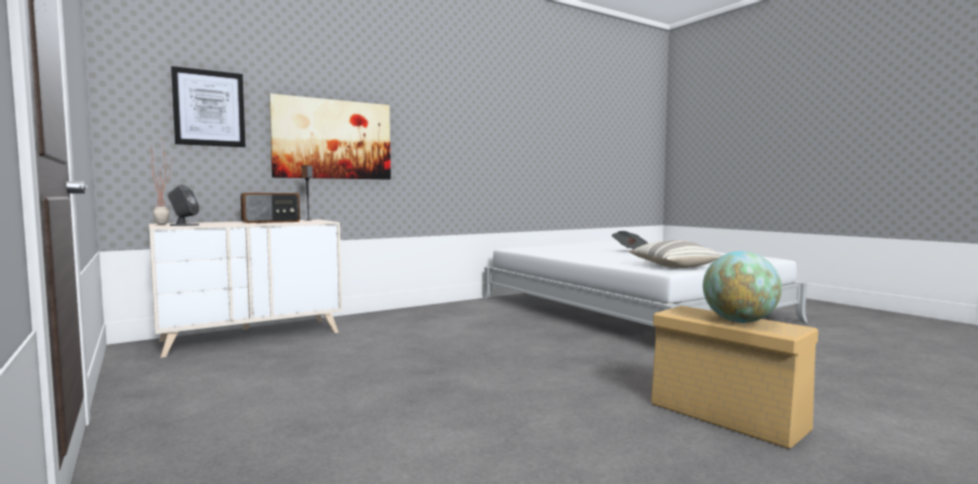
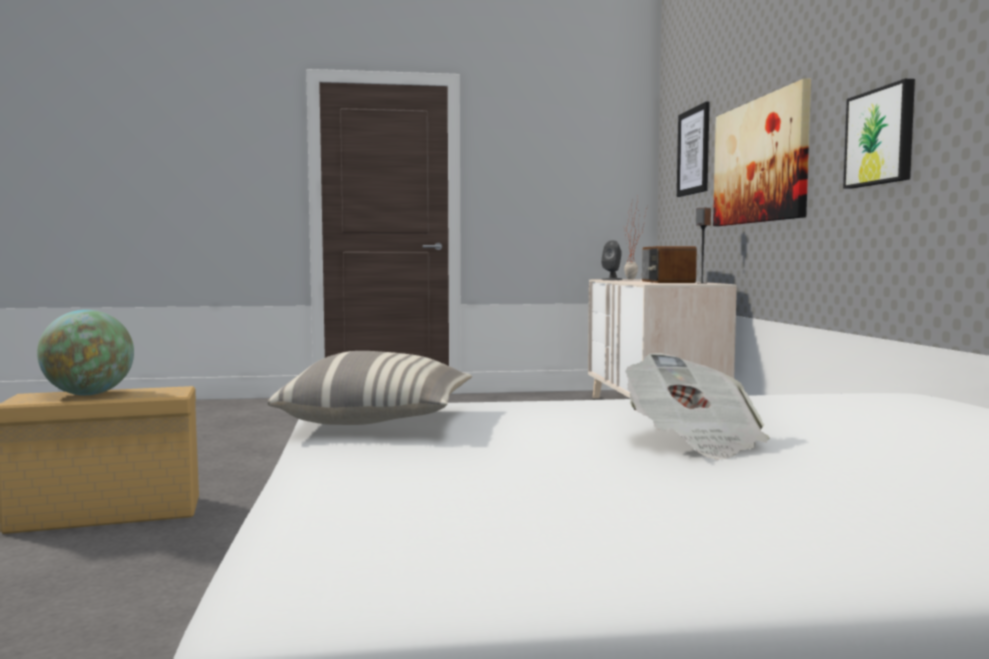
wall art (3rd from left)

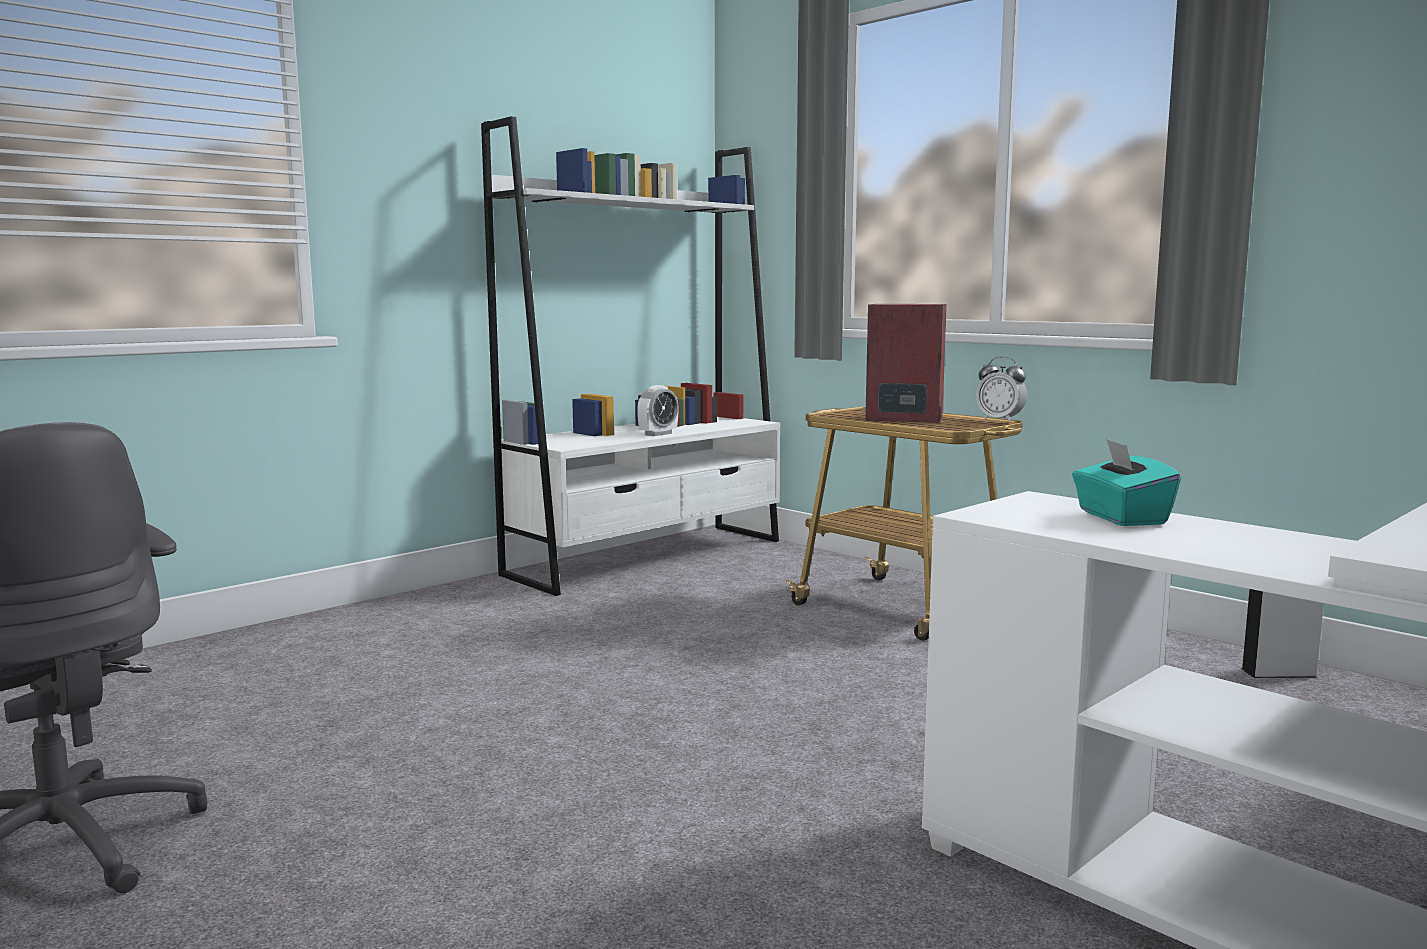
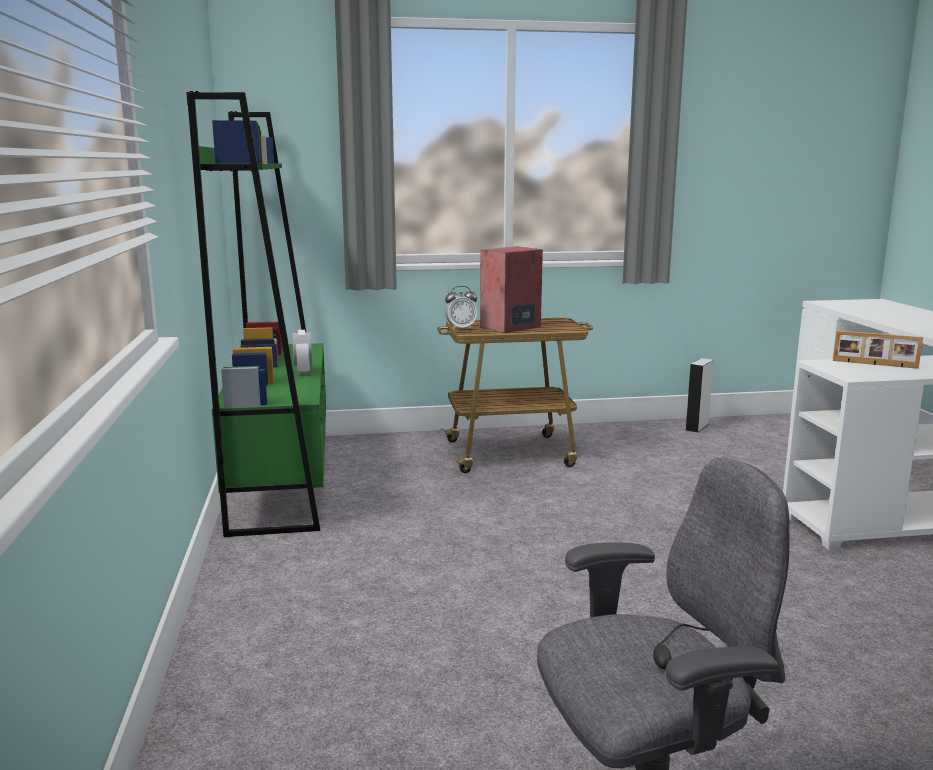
bedside clock (2nd from left)
picture frame
bookcase (greenish)

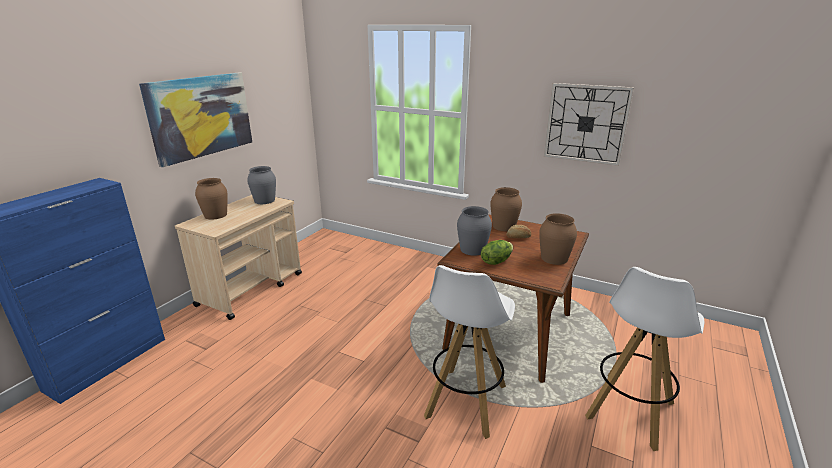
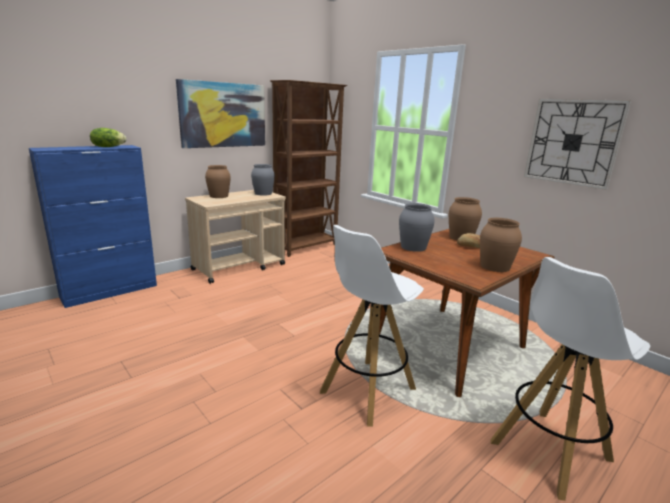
bookcase (brownish)
head of lettuce

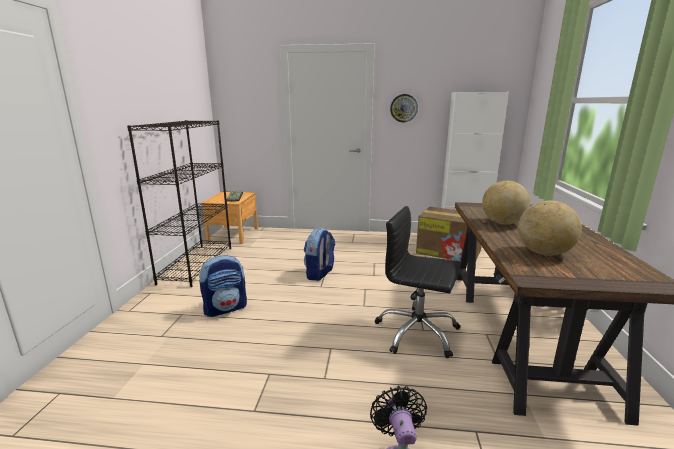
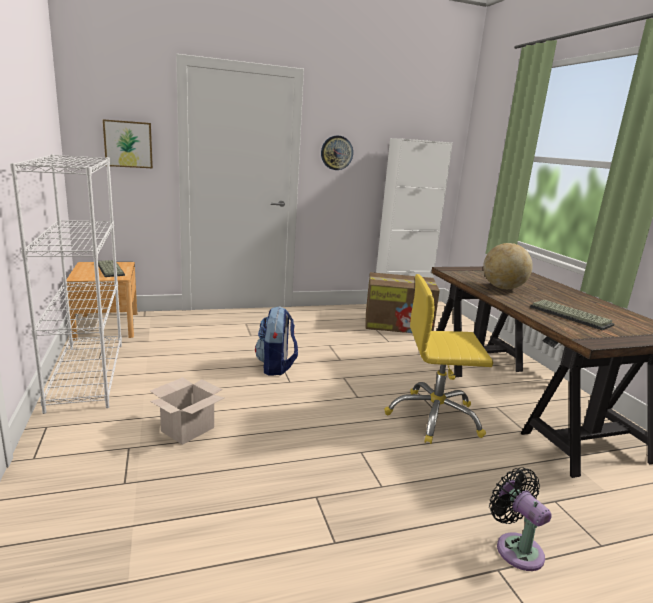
wall art
packing box (1st from left)
PC keyboard (2nd from left)
bookcase (white)
office chair (yellowish)

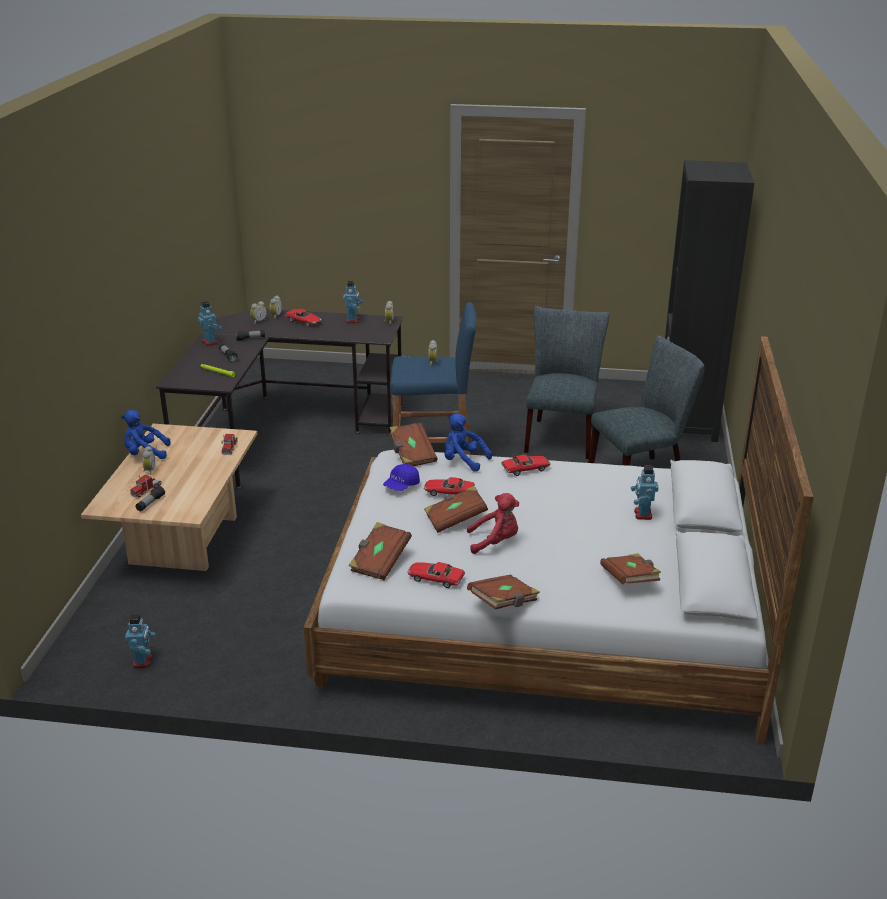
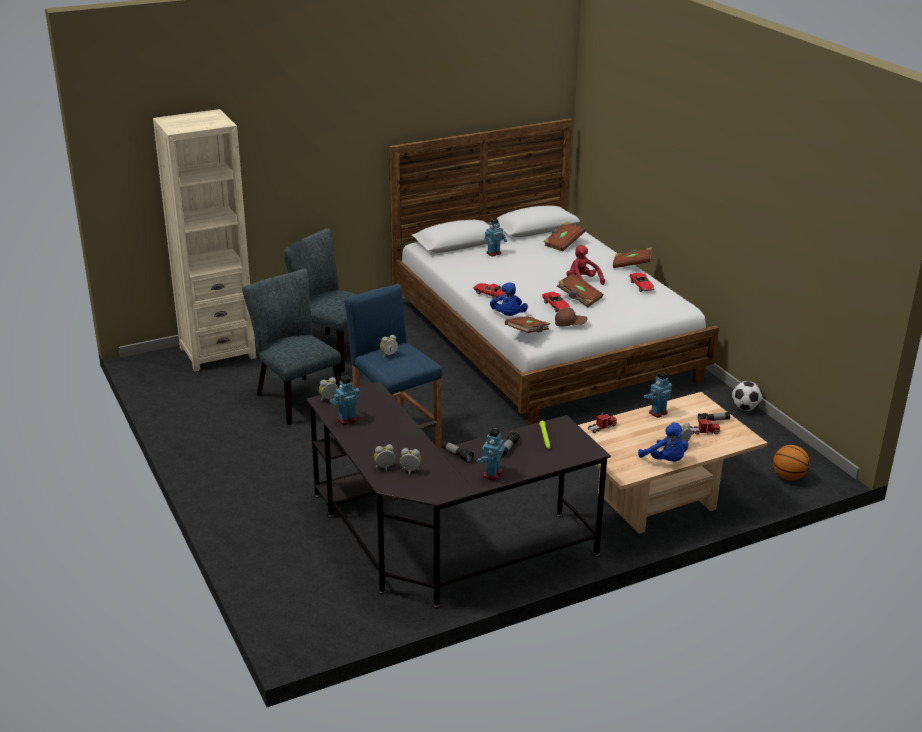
model car (1st from left in the first image)
volume (brownish) (1st from left in the first image)
football ball
ball for basketball
toy robot (4th from left)
cap (brownish)
bookcase (sand-coloured)
plain chair (grey) (1st from left)

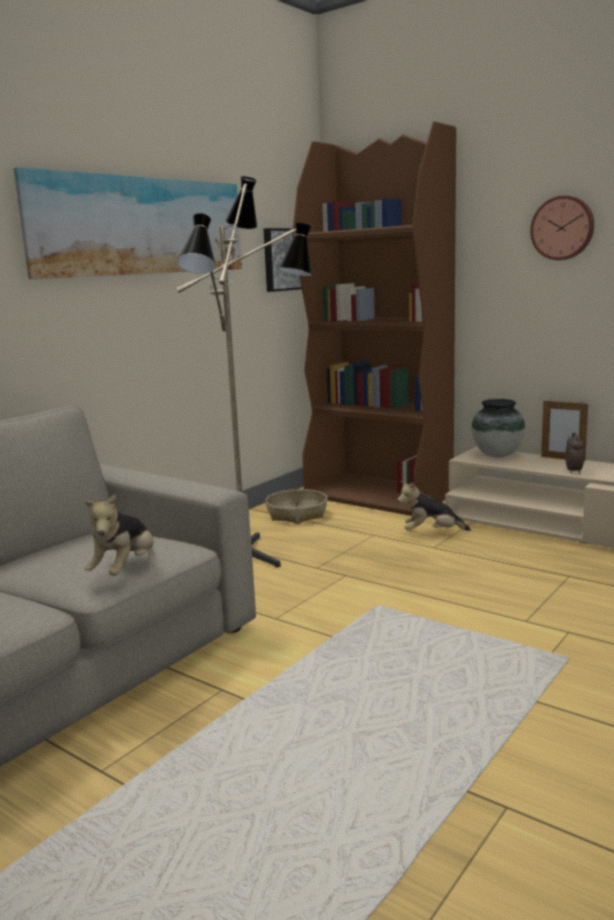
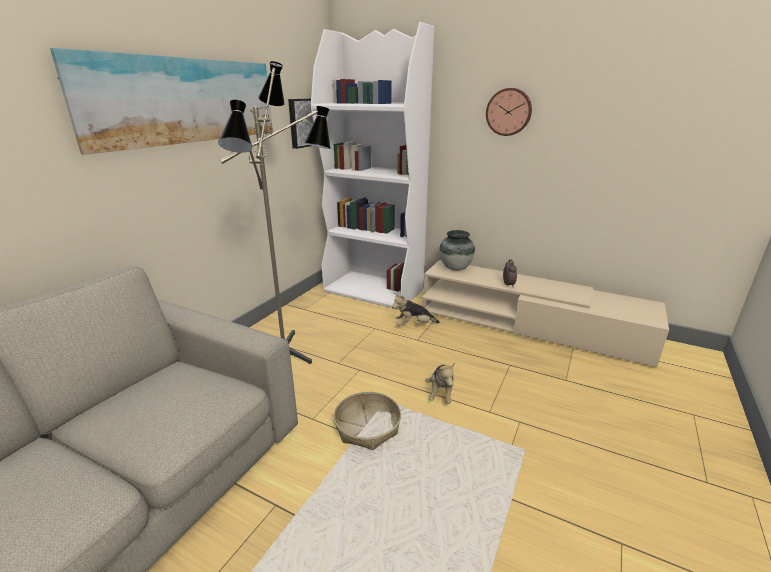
picture frame
cuddly toy (2nd from left)
storage basket
bookcase (white)

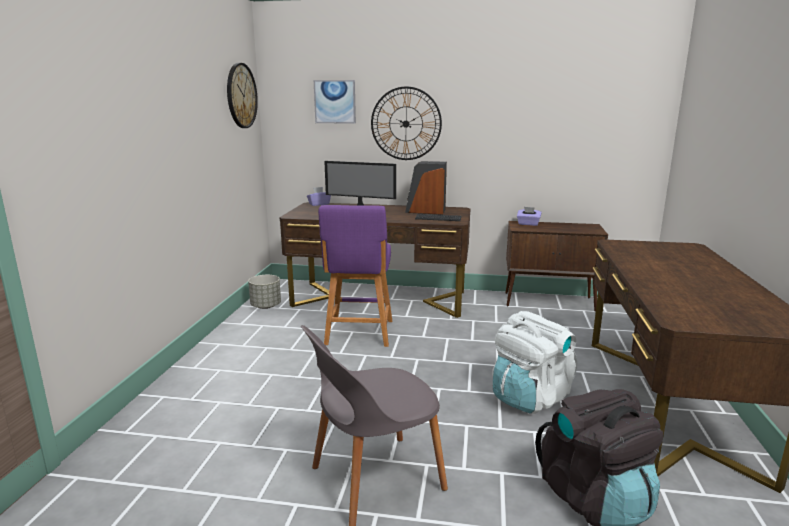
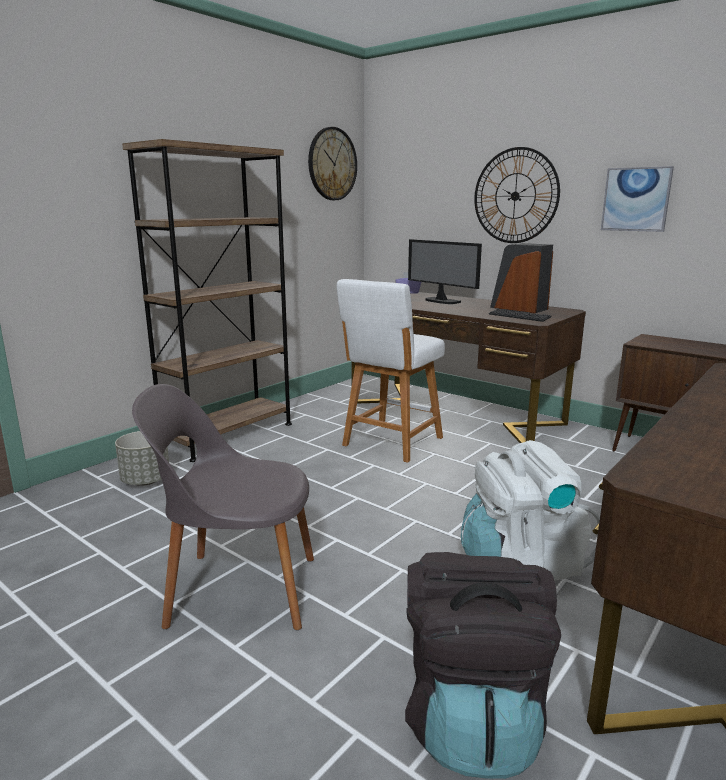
tissue box (purple-coloured) (2nd from left in the first image)
bookcase (brownish)
plant pot (grey)
wall art
stool seat (white)

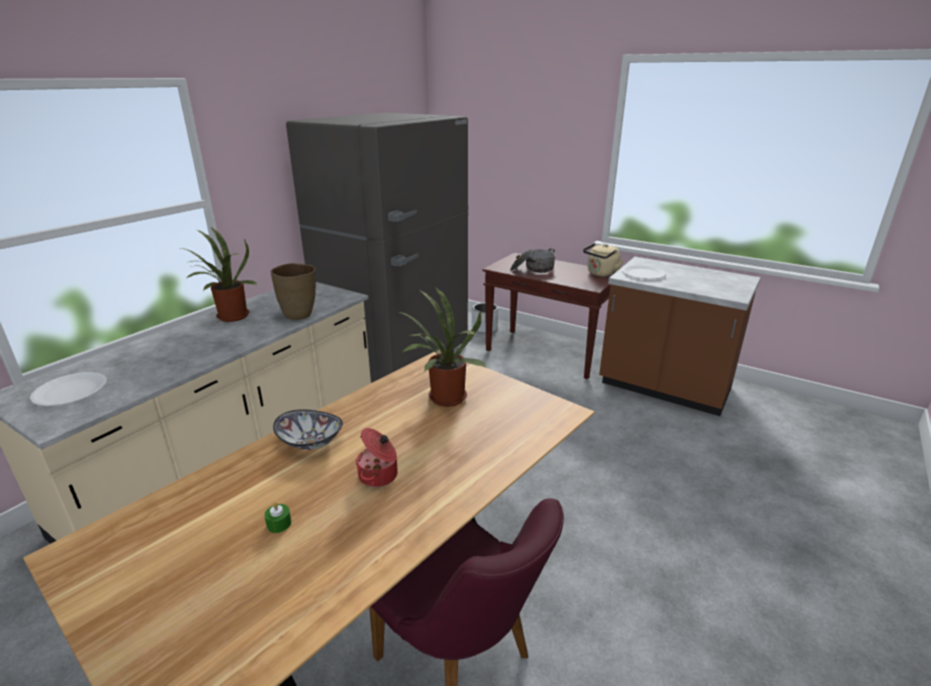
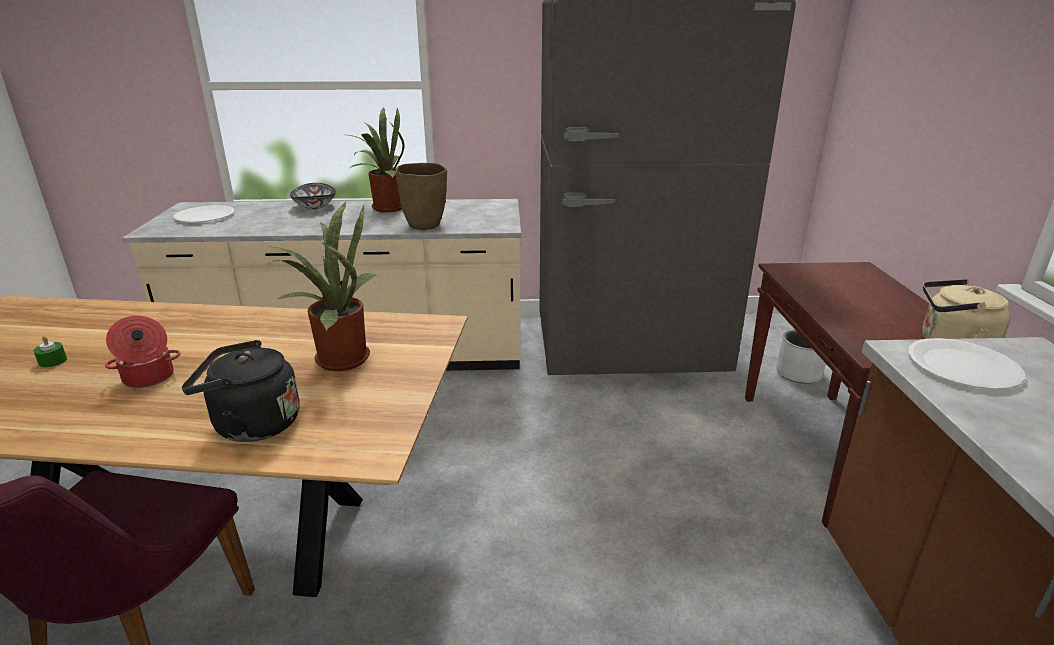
saucepot (2nd from left in the first image)
water kettle (blackish)
serving bowl

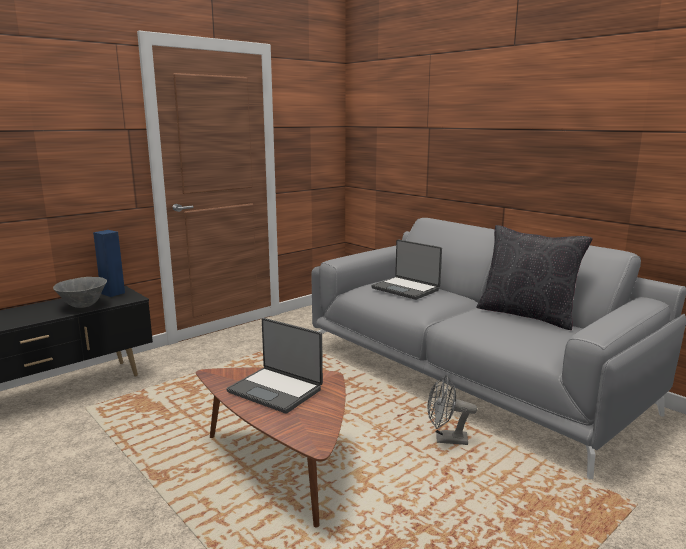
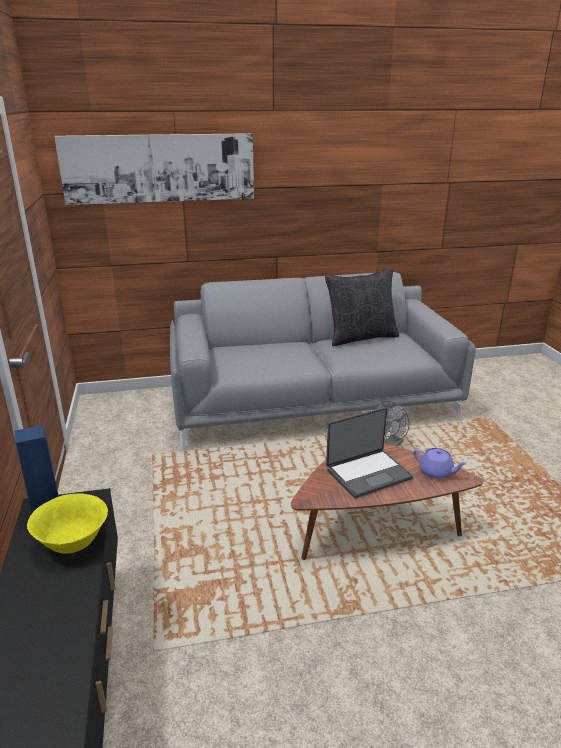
portable computer (2nd from left in the first image)
wall art
tea pot (purple-coloured)
serving bowl (yellowish)

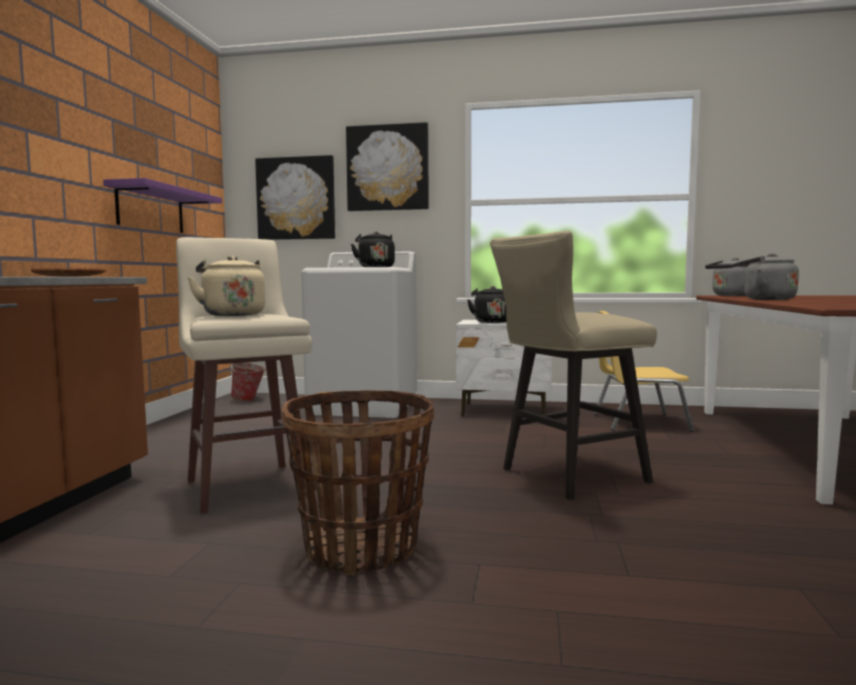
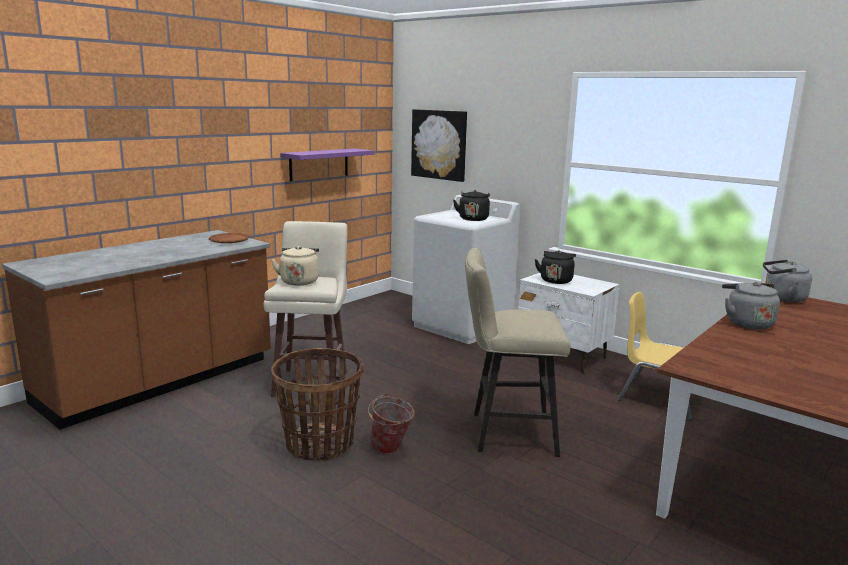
wall art (2nd from left in the first image)
bucket

